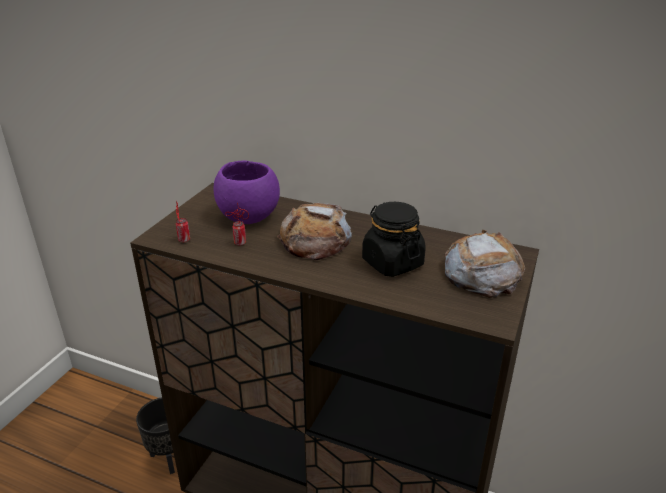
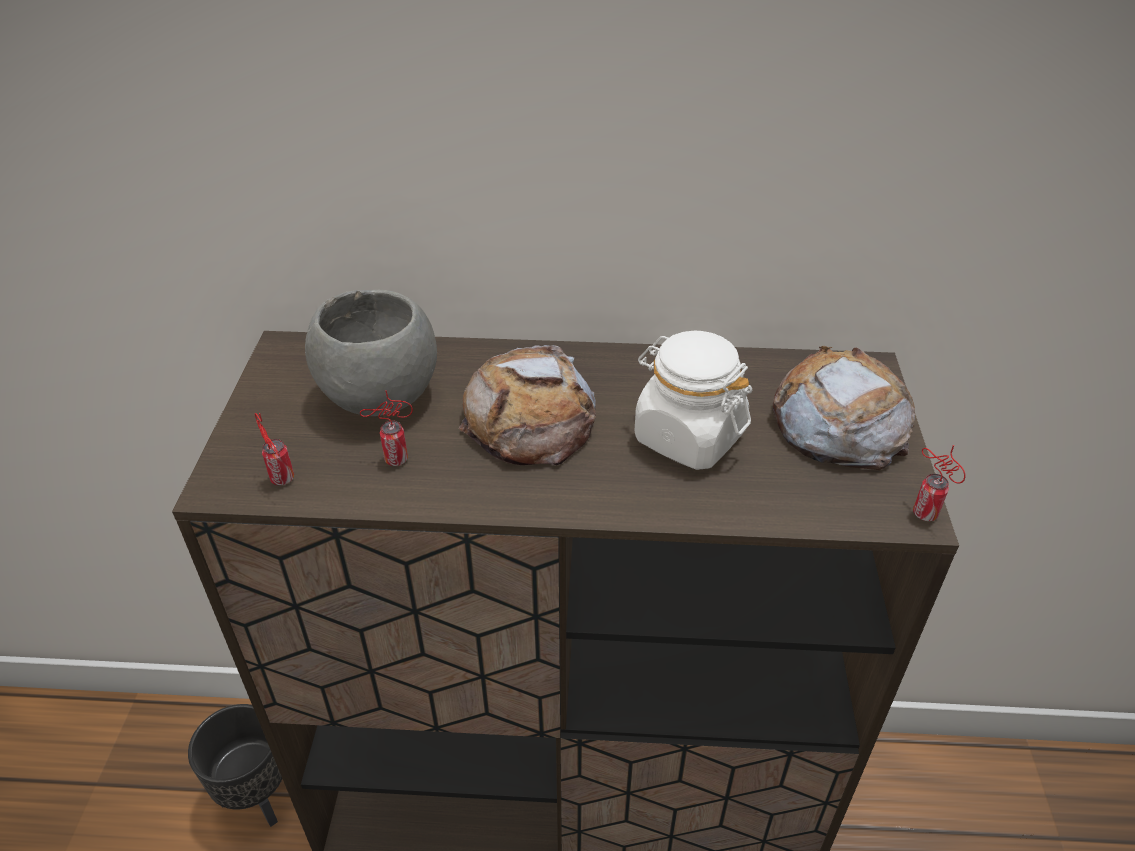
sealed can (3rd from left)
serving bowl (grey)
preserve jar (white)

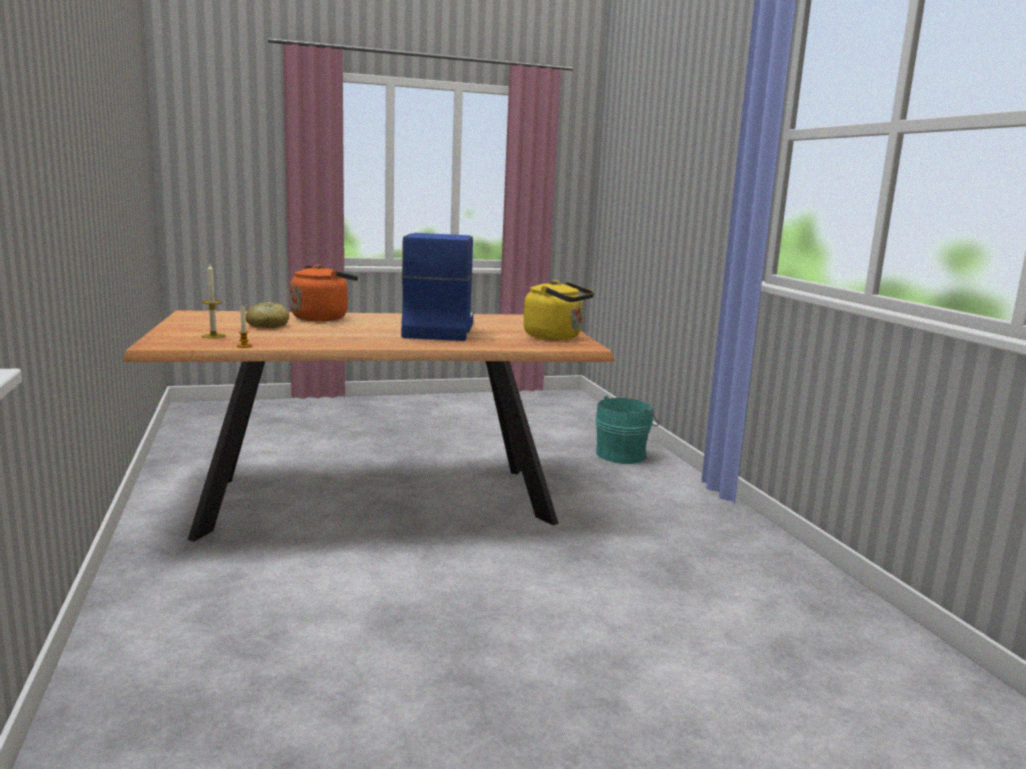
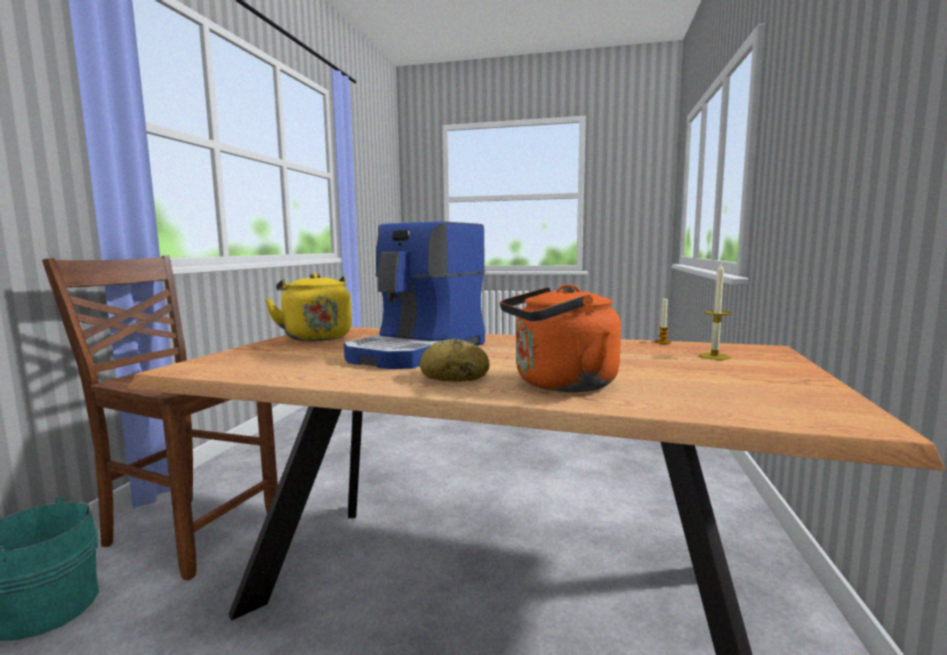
plain chair (brownish)
bread

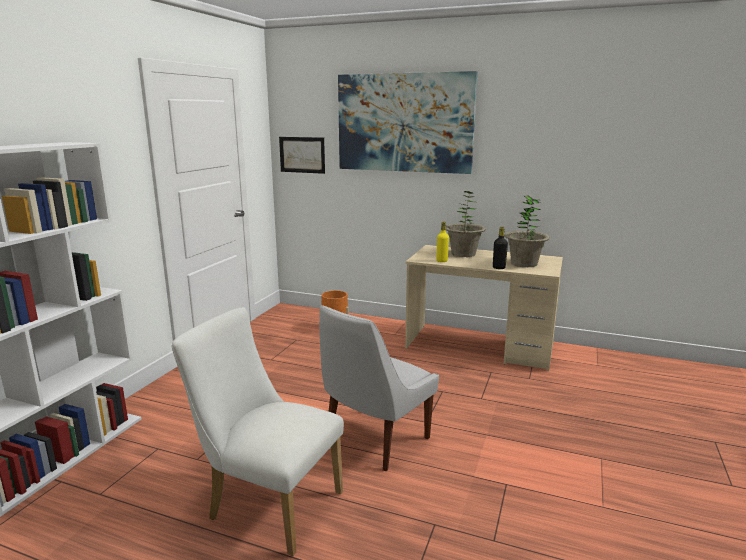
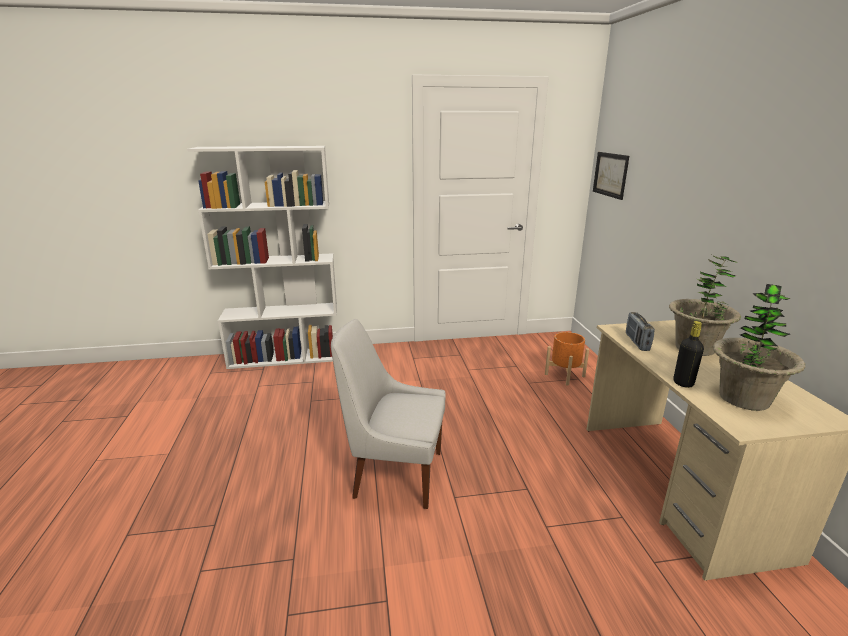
plain chair (white) (1st from left in the first image)
wall art (2nd from left in the first image)
radio set

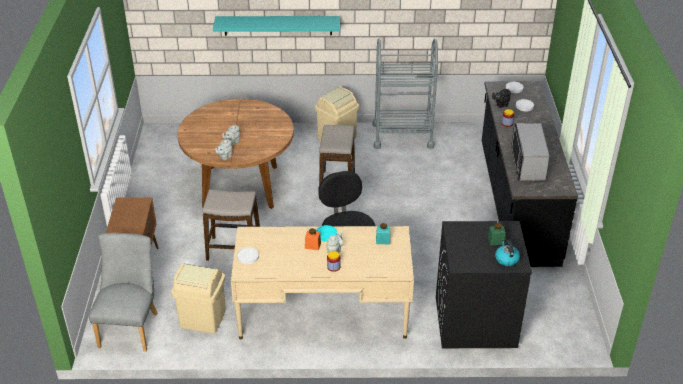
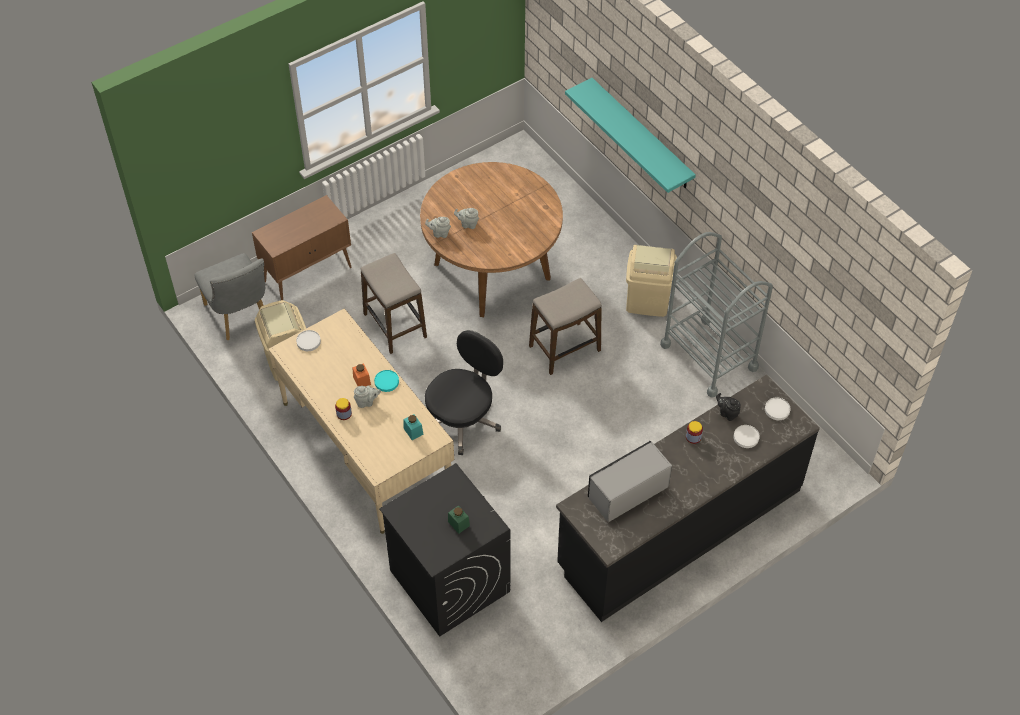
water kettle
plain chair (grey)

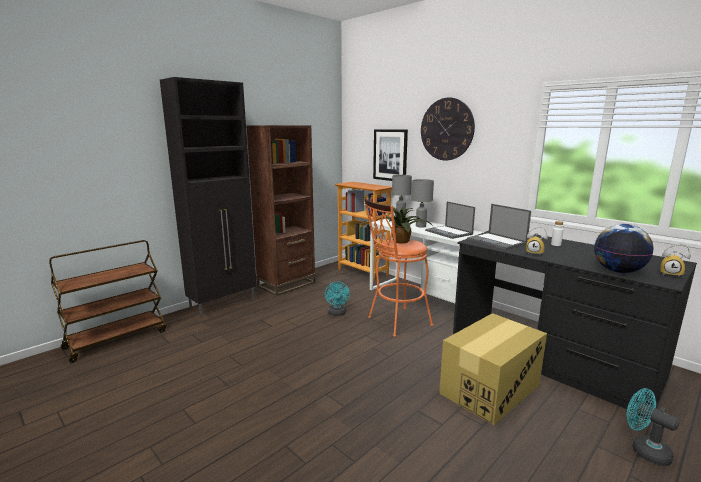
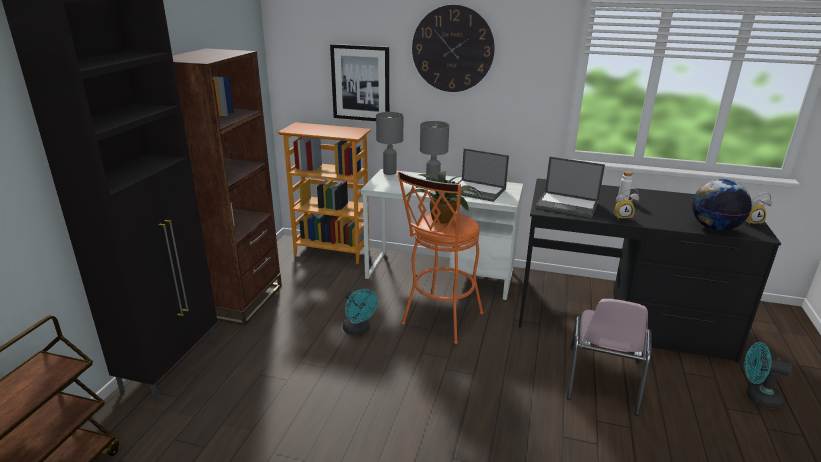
plain chair (pinkish)

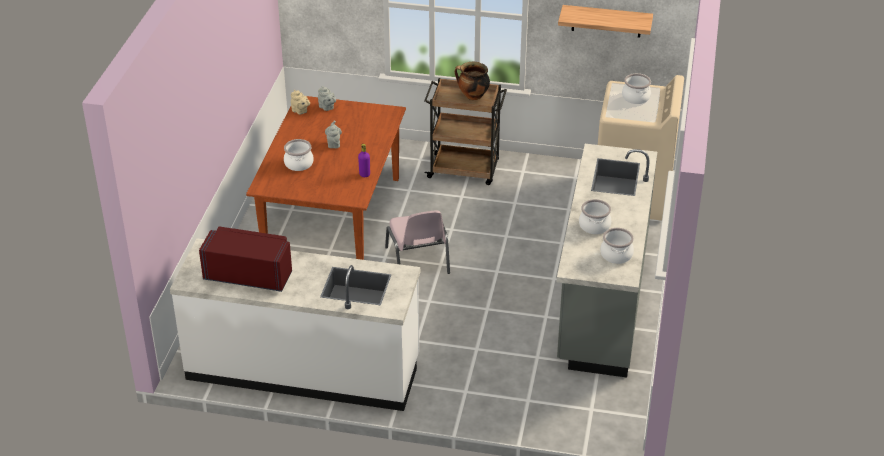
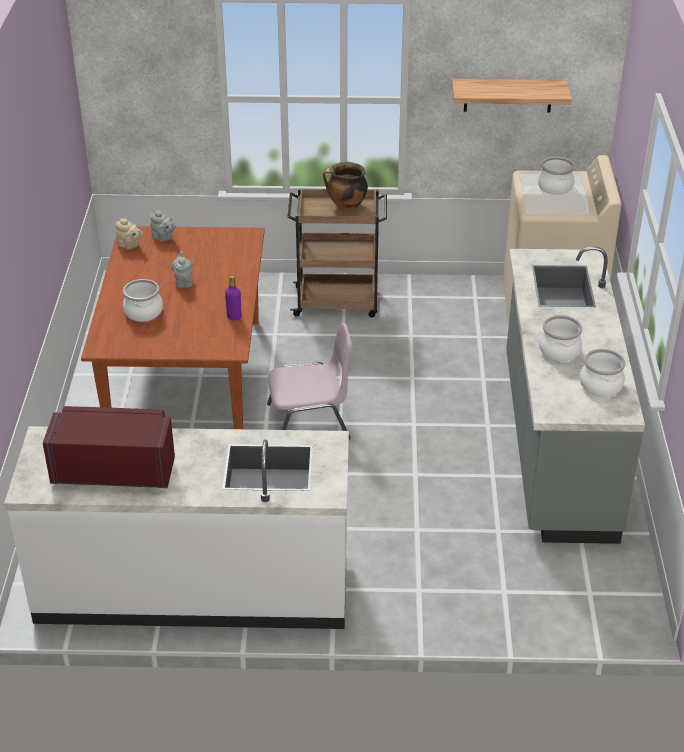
plain chair (pinkish)

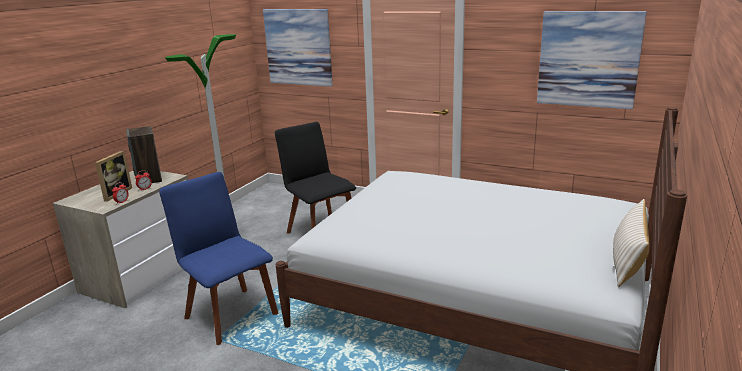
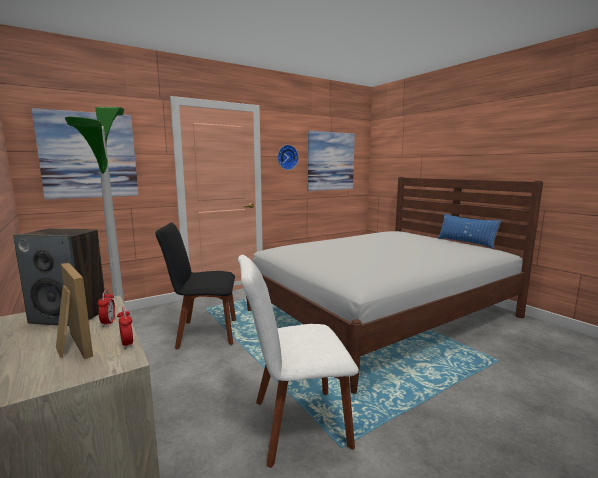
wall clock
plain chair (white)
cushion (blue-coloured)

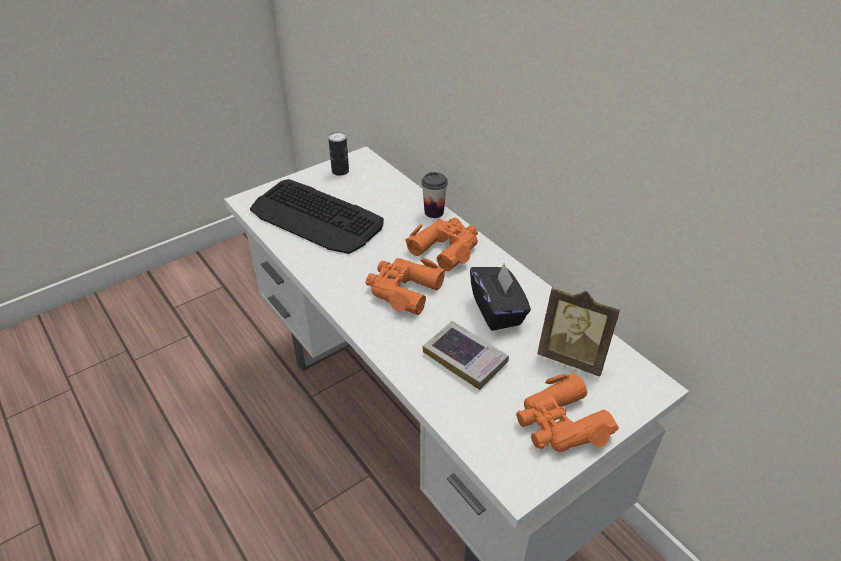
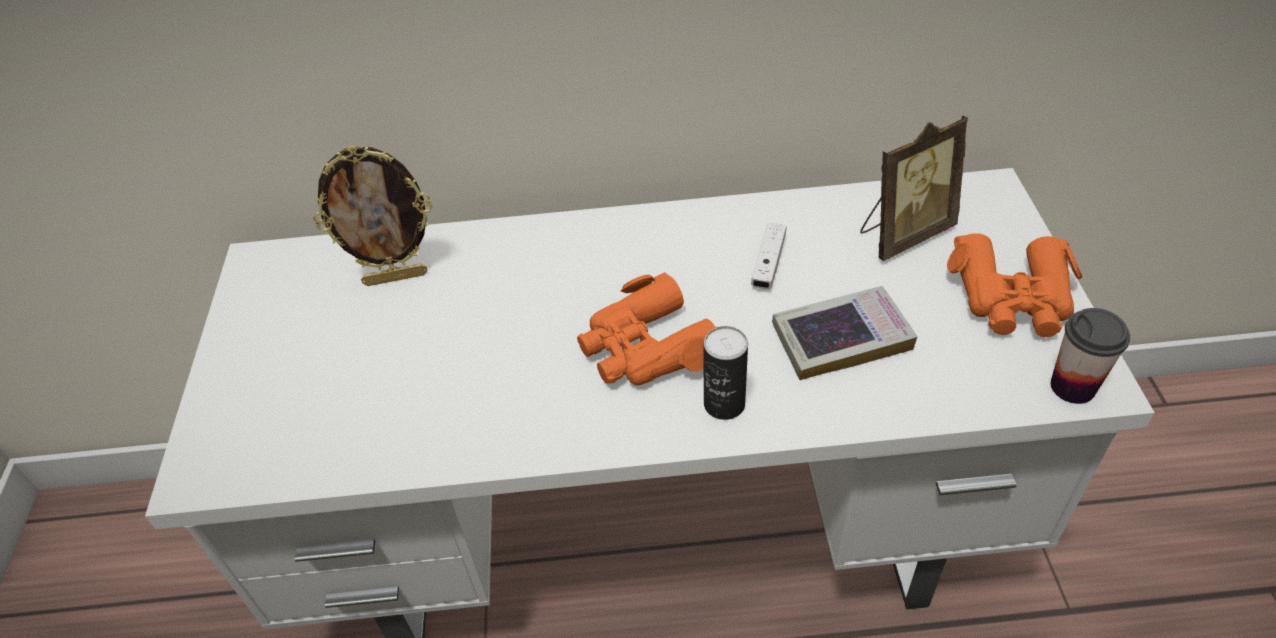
PC keyboard
binoculars (orangey) (2nd from left in the first image)
picture frame (1st from left)
sealed can
small cup
game controller (white)

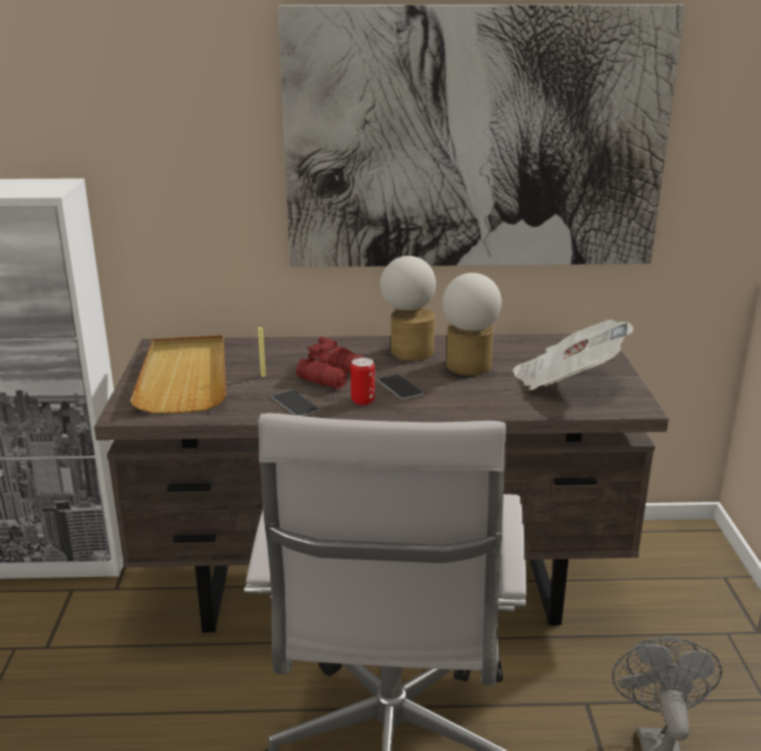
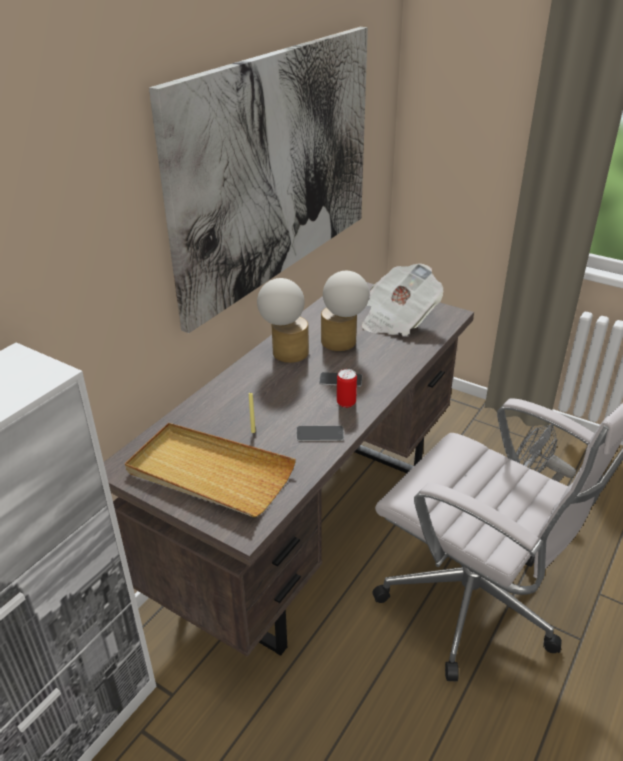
binoculars (red)

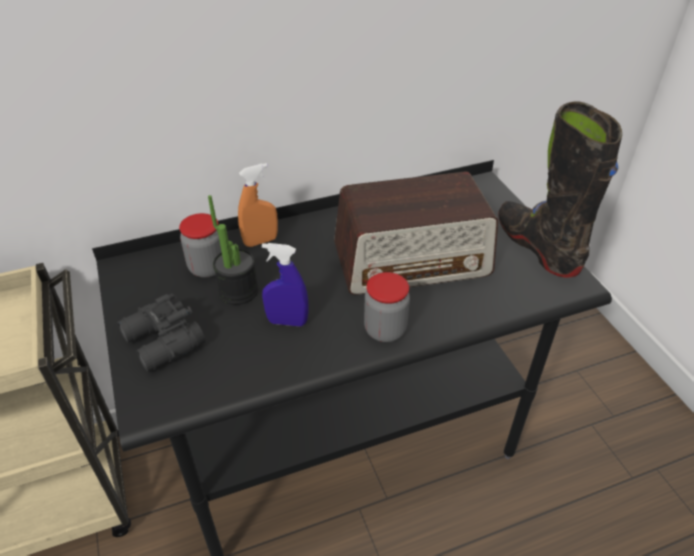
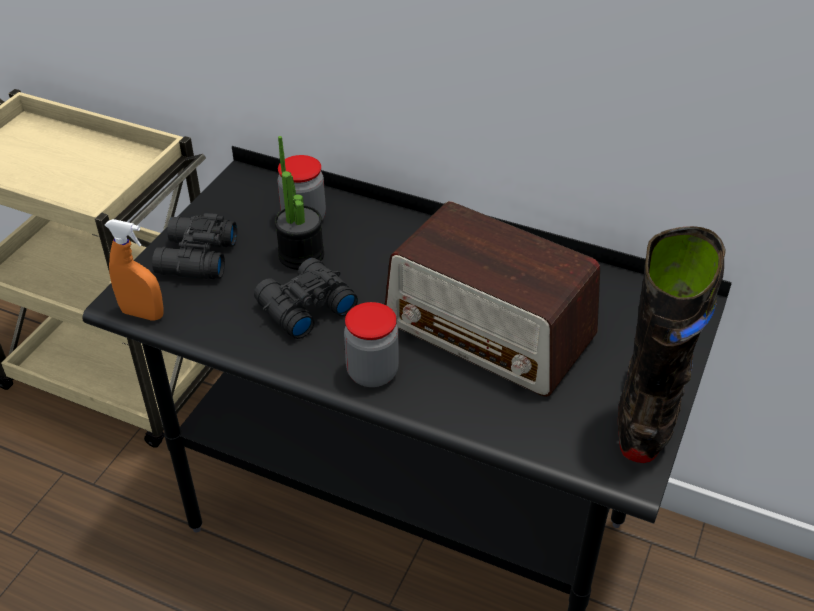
spray bottle (orangey)
binoculars (blackish) (2nd from left)

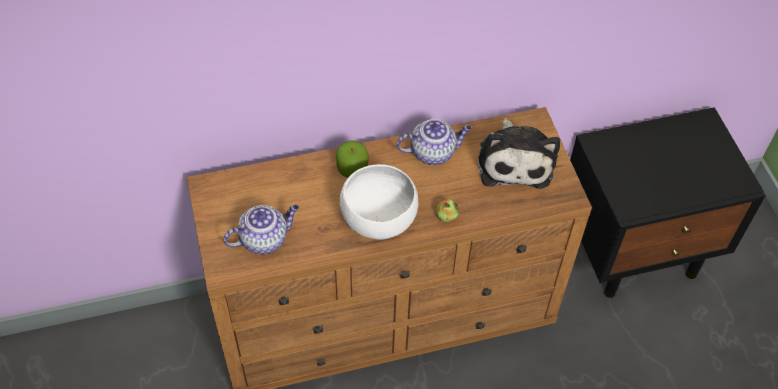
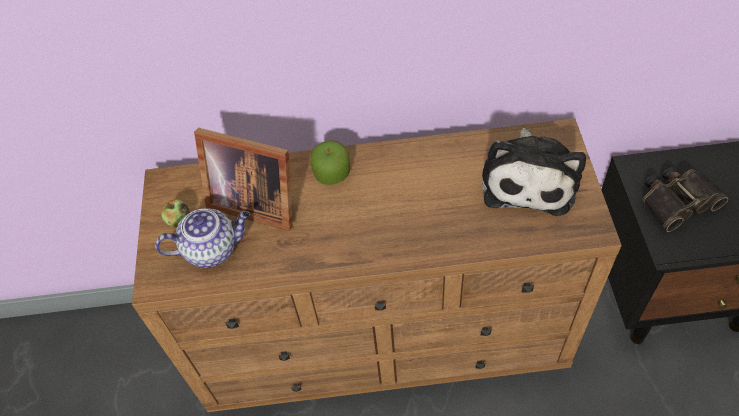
serving bowl (white)
tea pot (2nd from left in the first image)
picture frame
binoculars
whole apple (1st from left)

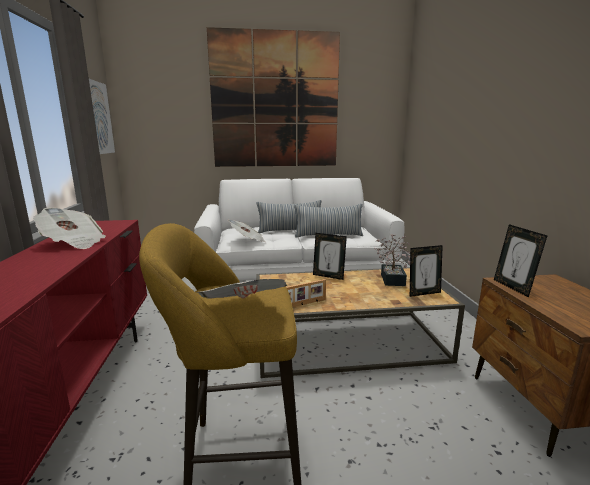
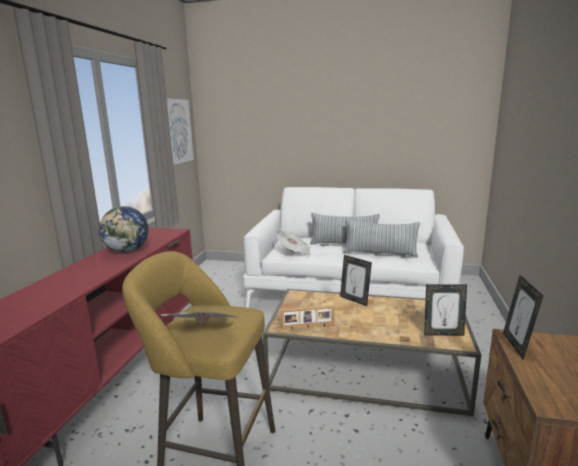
wall art (2nd from left in the first image)
houseplant
desk globe

